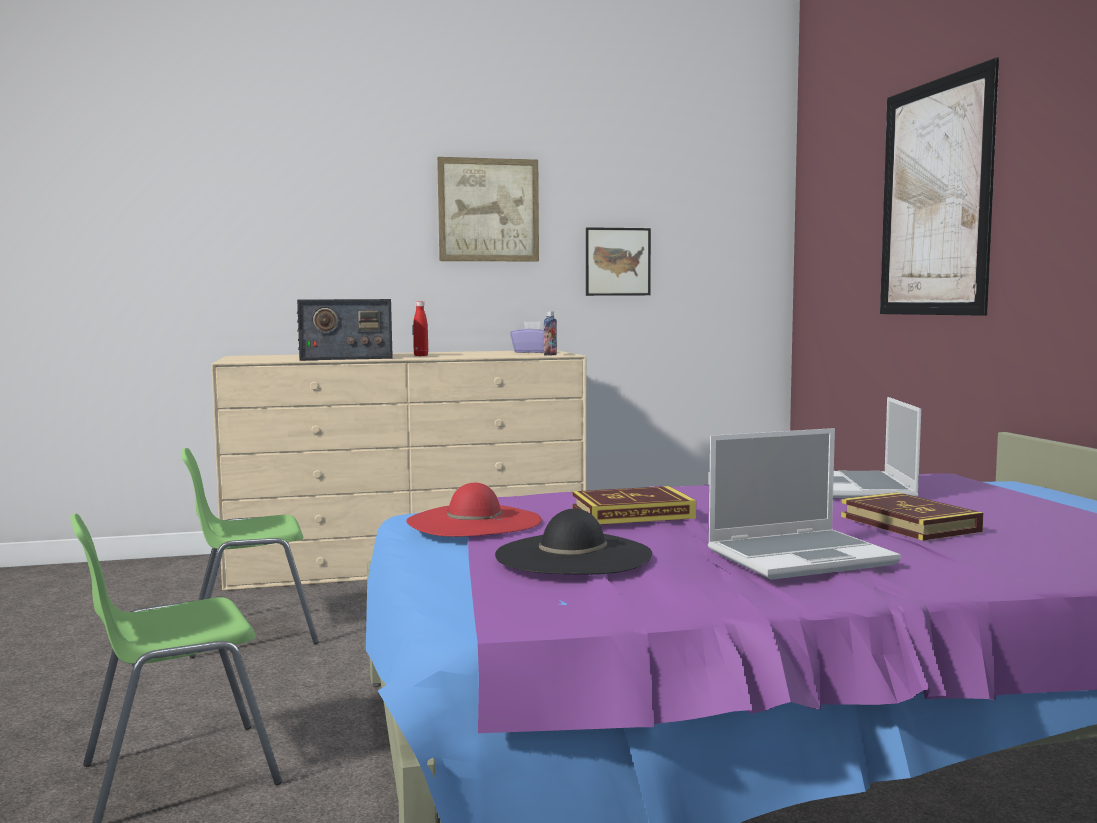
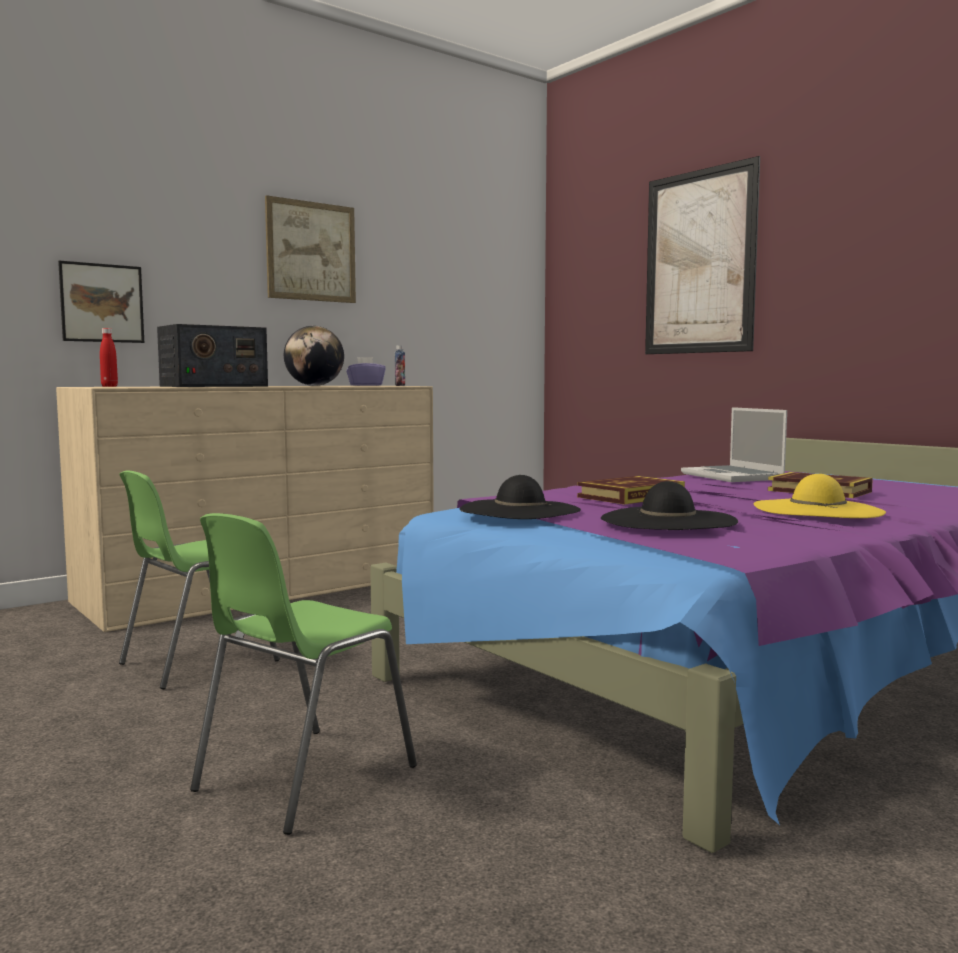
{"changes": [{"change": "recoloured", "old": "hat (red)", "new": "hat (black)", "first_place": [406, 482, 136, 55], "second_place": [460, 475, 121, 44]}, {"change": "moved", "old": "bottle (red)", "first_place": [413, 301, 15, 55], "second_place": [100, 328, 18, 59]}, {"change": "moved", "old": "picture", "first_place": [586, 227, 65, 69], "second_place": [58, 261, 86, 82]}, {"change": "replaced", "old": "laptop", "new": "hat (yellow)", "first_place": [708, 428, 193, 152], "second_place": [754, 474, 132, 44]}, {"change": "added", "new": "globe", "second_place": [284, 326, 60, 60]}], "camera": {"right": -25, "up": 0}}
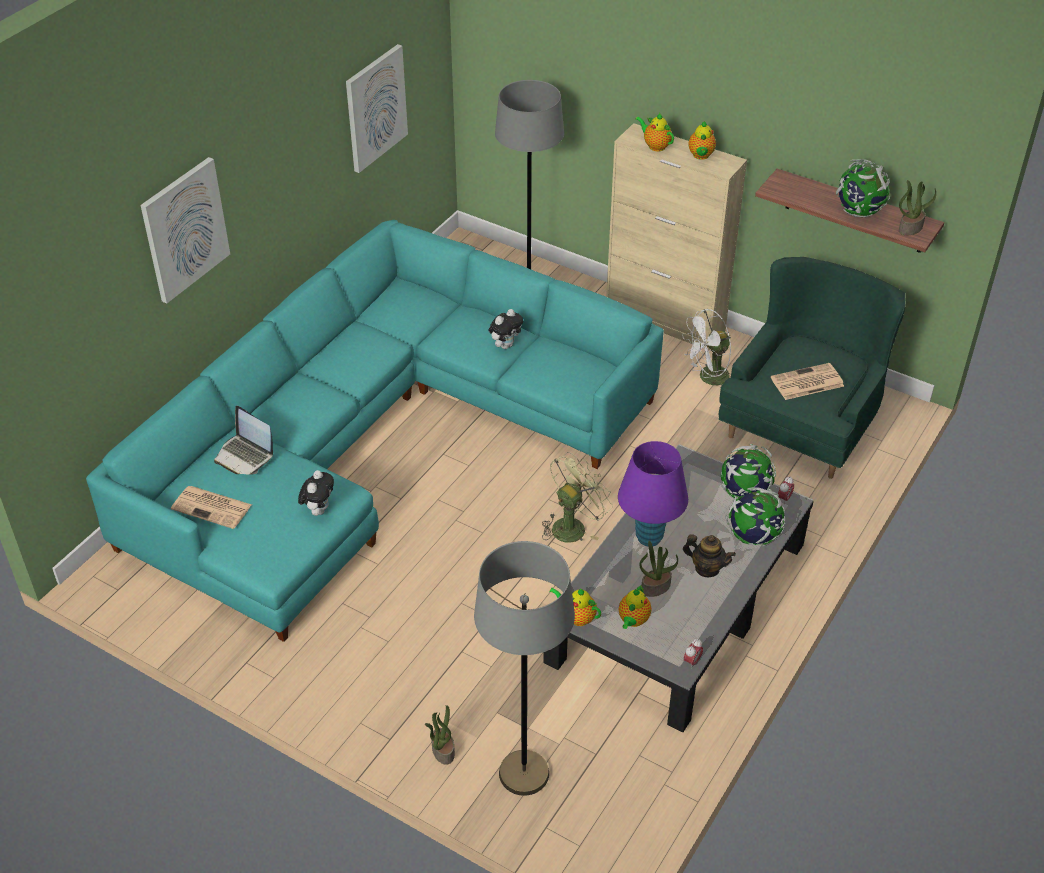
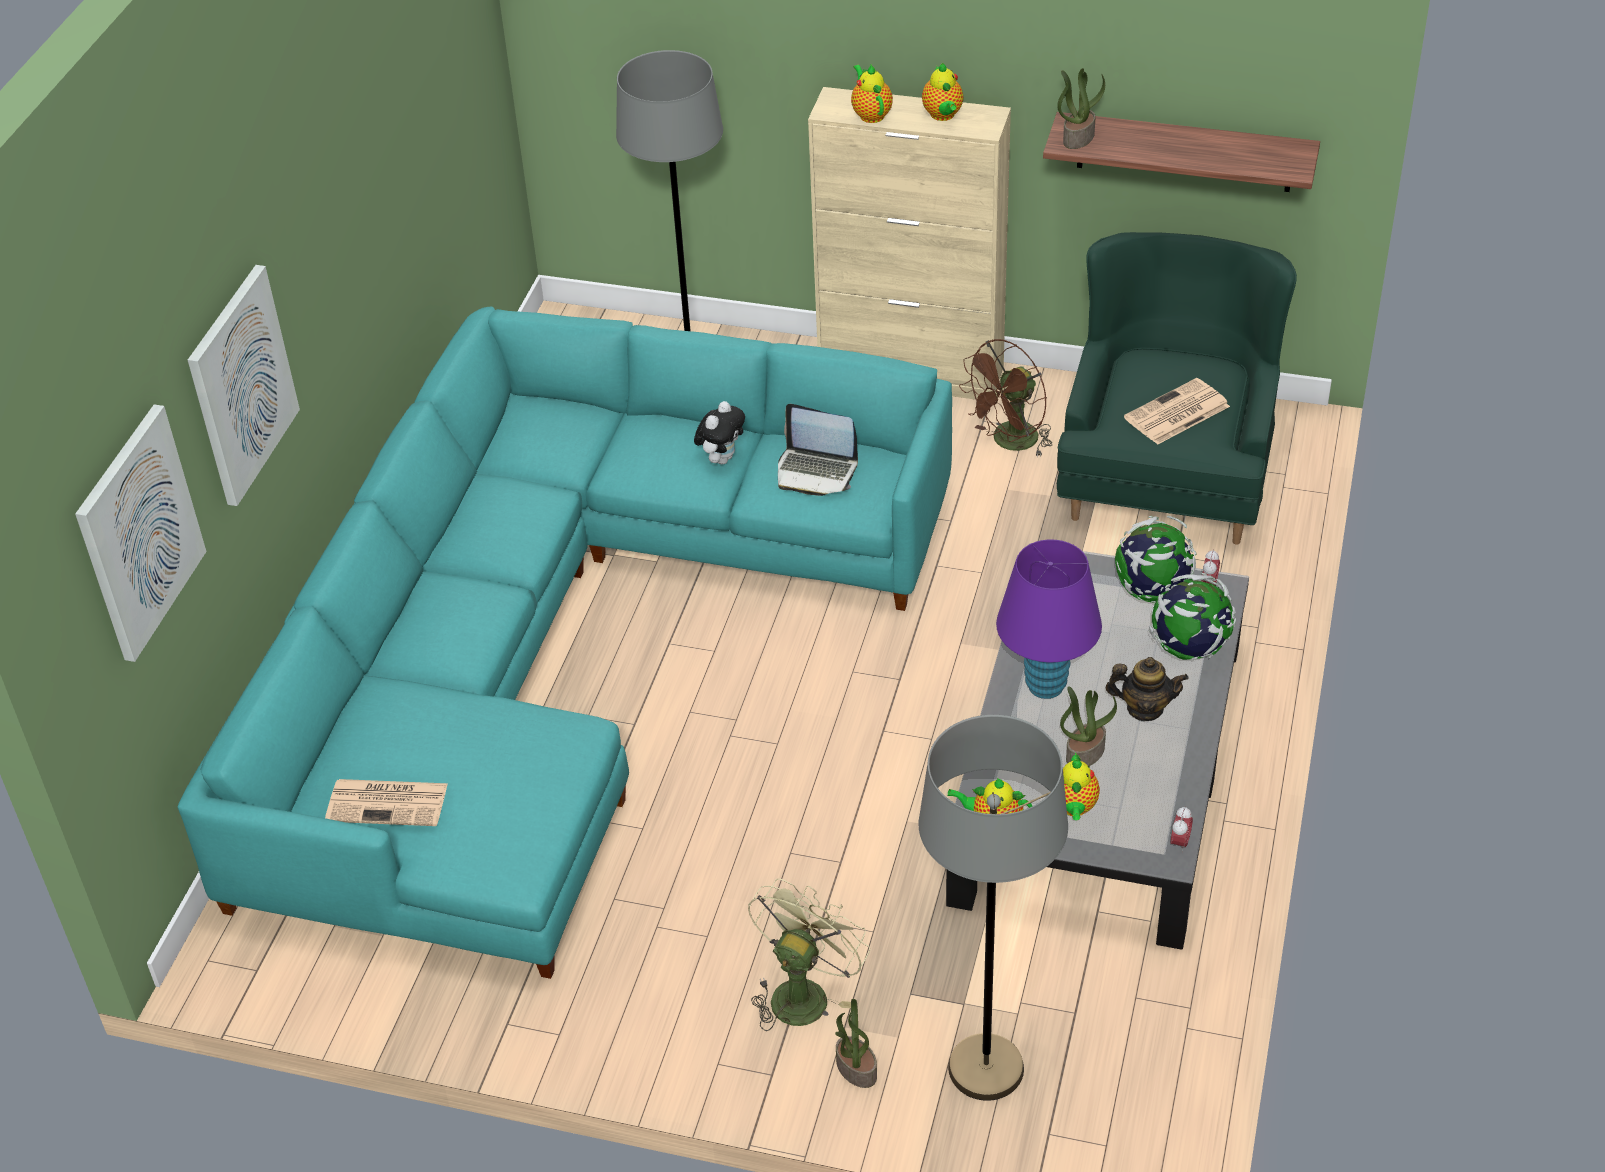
{"changes": [{"change": "moved", "old": "laptop", "first_place": [214, 406, 59, 69], "second_place": [778, 404, 80, 92]}, {"change": "removed", "old": "plush toy", "first_place": [298, 470, 36, 46]}, {"change": "moved", "old": "picture", "first_place": [346, 44, 62, 129], "second_place": [75, 404, 132, 258]}, {"change": "moved", "old": "fan (green)", "first_place": [542, 452, 71, 91], "second_place": [748, 878, 122, 153]}, {"change": "turned", "old": "teapot", "first_place": [635, 113, 39, 39], "second_place": [851, 64, 42, 59], "degrees": 45}, {"change": "recoloured", "old": "fan (white)", "new": "fan (brown)", "first_place": [682, 309, 49, 76], "second_place": [959, 339, 93, 118]}, {"change": "removed", "old": "globe", "first_place": [836, 159, 54, 58]}, {"change": "moved", "old": "potted plant", "first_place": [899, 180, 37, 55], "second_place": [1057, 68, 48, 81]}], "camera": {"right": -15, "up": 0}}
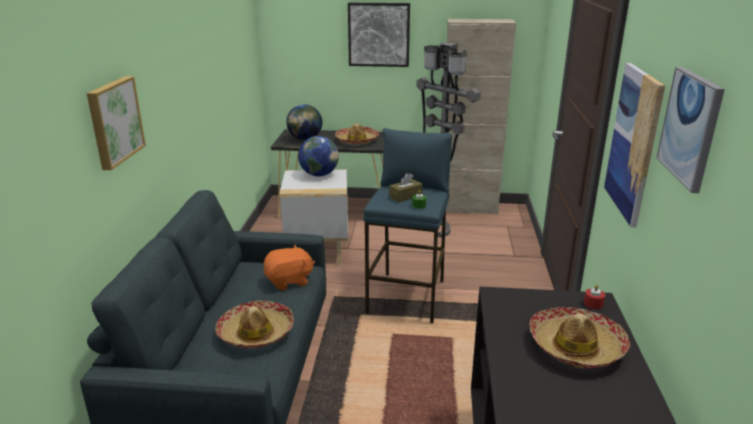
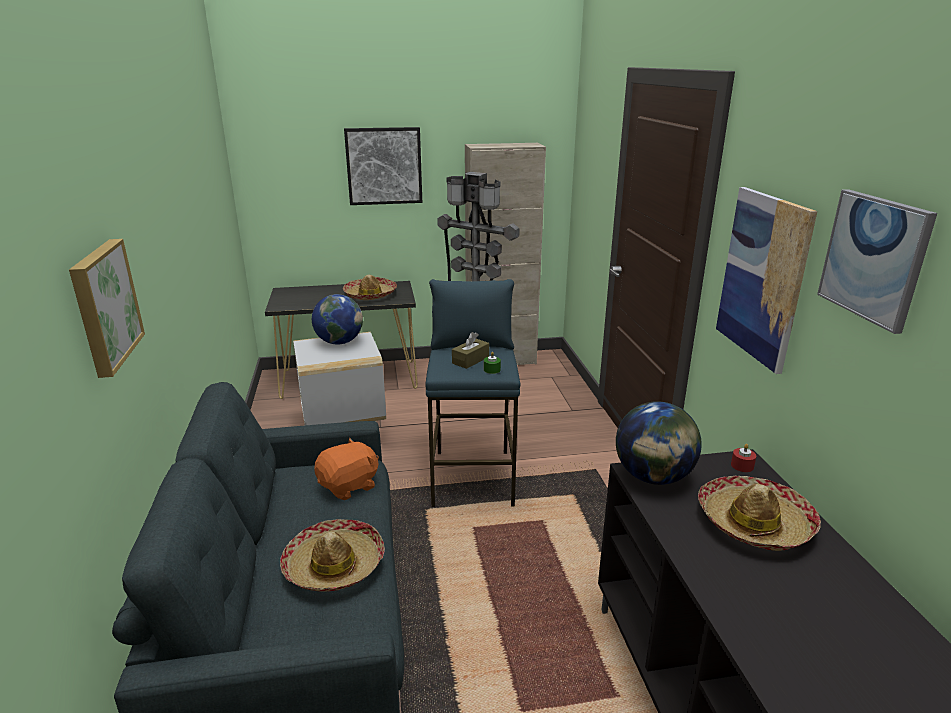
{"changes": [{"change": "moved", "old": "globe", "first_place": [286, 104, 36, 36], "second_place": [616, 401, 86, 84]}], "camera": {"right": -15, "up": 0}}
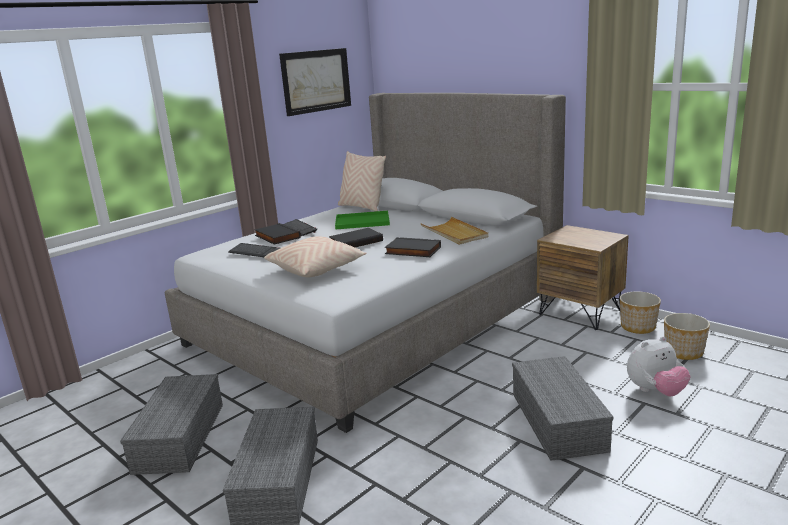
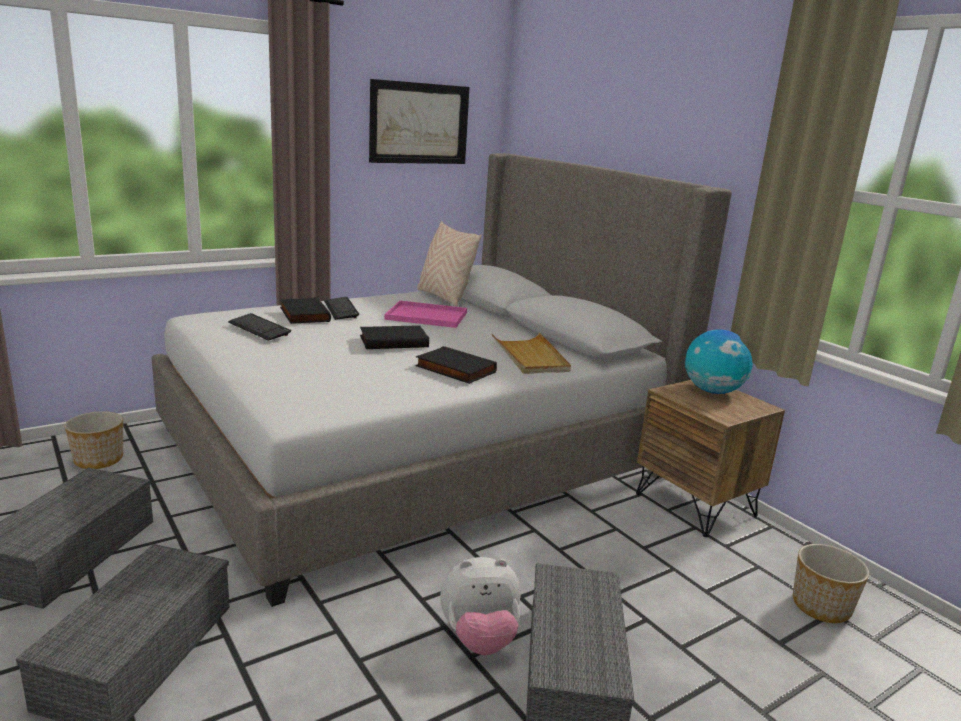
{"changes": [{"change": "removed", "old": "pillow (beige)", "first_place": [264, 236, 103, 42]}, {"change": "recoloured", "old": "tray (green)", "new": "tray (pink)", "first_place": [335, 211, 55, 19], "second_place": [384, 301, 83, 27]}, {"change": "moved", "old": "planter", "first_place": [620, 291, 41, 43], "second_place": [64, 411, 59, 58]}, {"change": "moved", "old": "plush toy", "first_place": [627, 336, 64, 60], "second_place": [440, 557, 80, 98]}, {"change": "added", "new": "globe", "second_place": [685, 329, 68, 65]}], "camera": {"right": 10, "up": 0}}
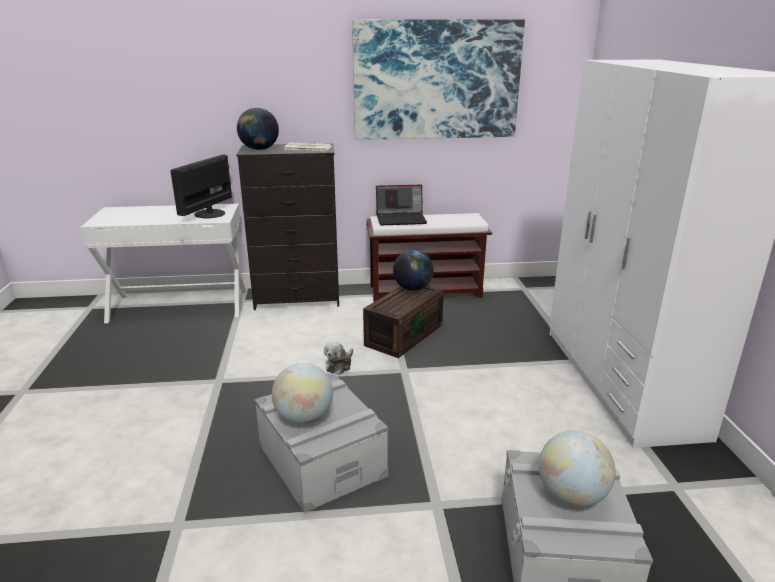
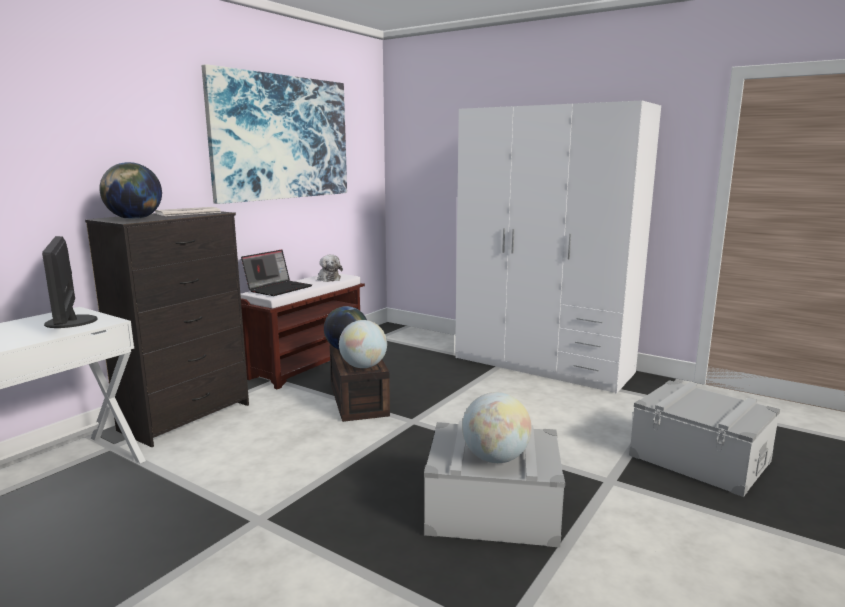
{"changes": [{"change": "moved", "old": "plush toy", "first_place": [324, 342, 29, 33], "second_place": [317, 255, 26, 27]}, {"change": "moved", "old": "globe", "first_place": [539, 431, 77, 76], "second_place": [339, 320, 48, 48]}], "camera": {"right": -50, "up": -10}}
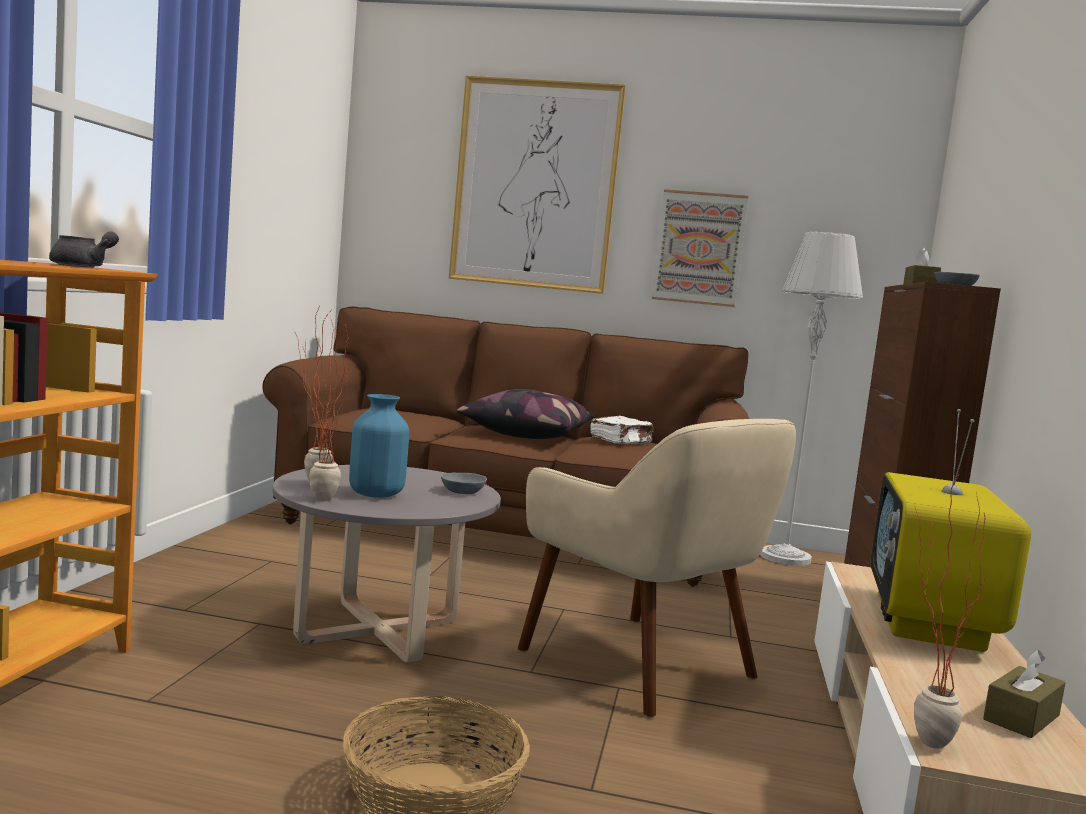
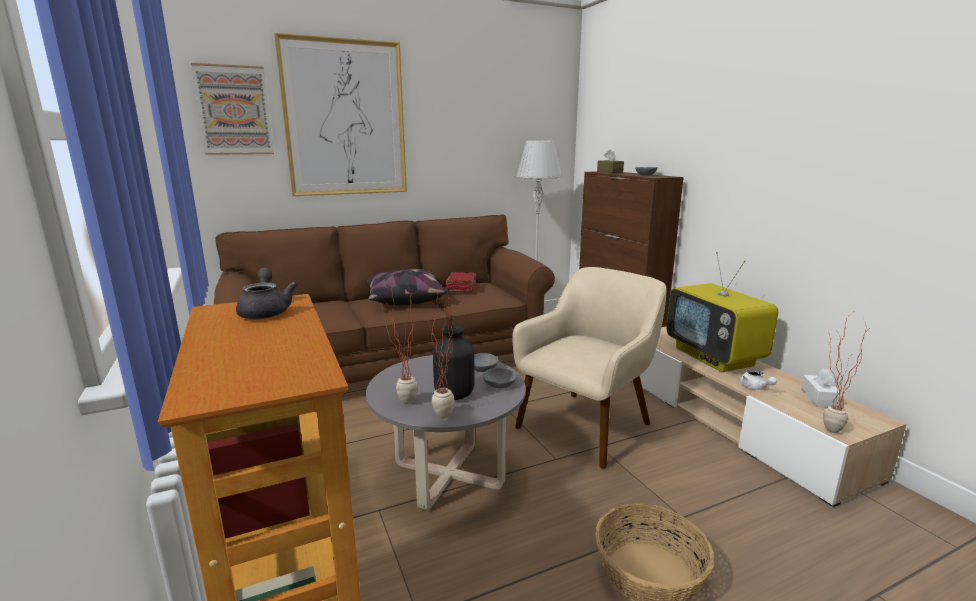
{"changes": [{"change": "recoloured", "old": "vase (blue)", "new": "vase (black)", "first_place": [349, 394, 60, 104], "second_place": [433, 325, 42, 75]}, {"change": "turned", "old": "armchair (beige)", "first_place": [518, 419, 278, 299], "second_place": [512, 267, 154, 202], "degrees": -60}, {"change": "recoloured", "old": "book (white)", "new": "book (red)", "first_place": [590, 416, 63, 28], "second_place": [446, 272, 31, 21]}, {"change": "moved", "old": "picture", "first_place": [652, 189, 97, 118], "second_place": [191, 63, 83, 92]}, {"change": "recoloured", "old": "tissue box (brown)", "new": "tissue box (white)", "first_place": [983, 650, 83, 88], "second_place": [801, 368, 41, 40]}, {"change": "added", "new": "bowl (grey)", "second_place": [483, 368, 33, 20]}, {"change": "added", "new": "teapot (white)", "second_place": [740, 369, 37, 21]}], "camera": {"right": -35, "up": 10}}
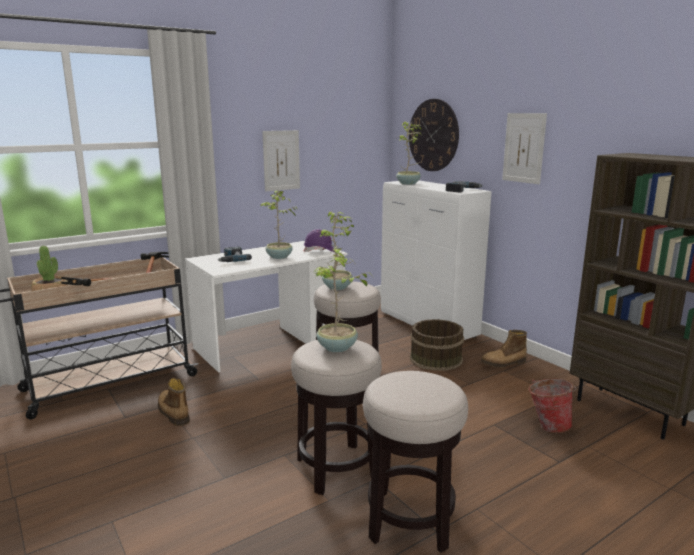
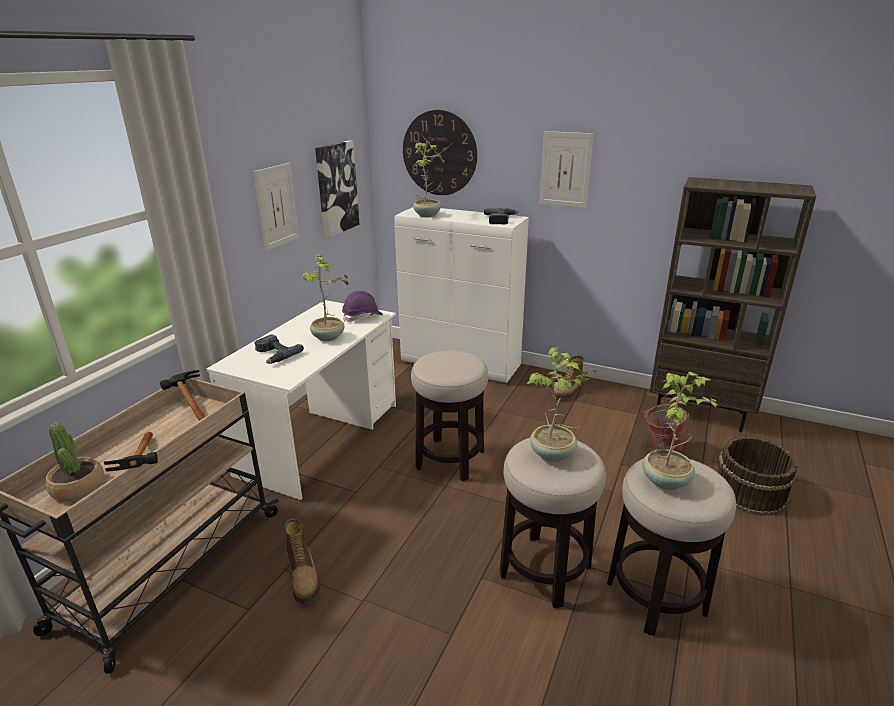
{"changes": [{"change": "turned", "old": "boot", "first_place": [158, 378, 32, 48], "second_place": [284, 518, 36, 86], "degrees": -135}, {"change": "moved", "old": "potted plant", "first_place": [319, 212, 35, 78], "second_place": [642, 372, 78, 118]}, {"change": "moved", "old": "bucket (brown)", "first_place": [410, 319, 54, 52], "second_place": [717, 436, 81, 80]}, {"change": "added", "new": "picture", "second_place": [315, 140, 45, 98]}], "camera": {"right": -30, "up": 10}}
